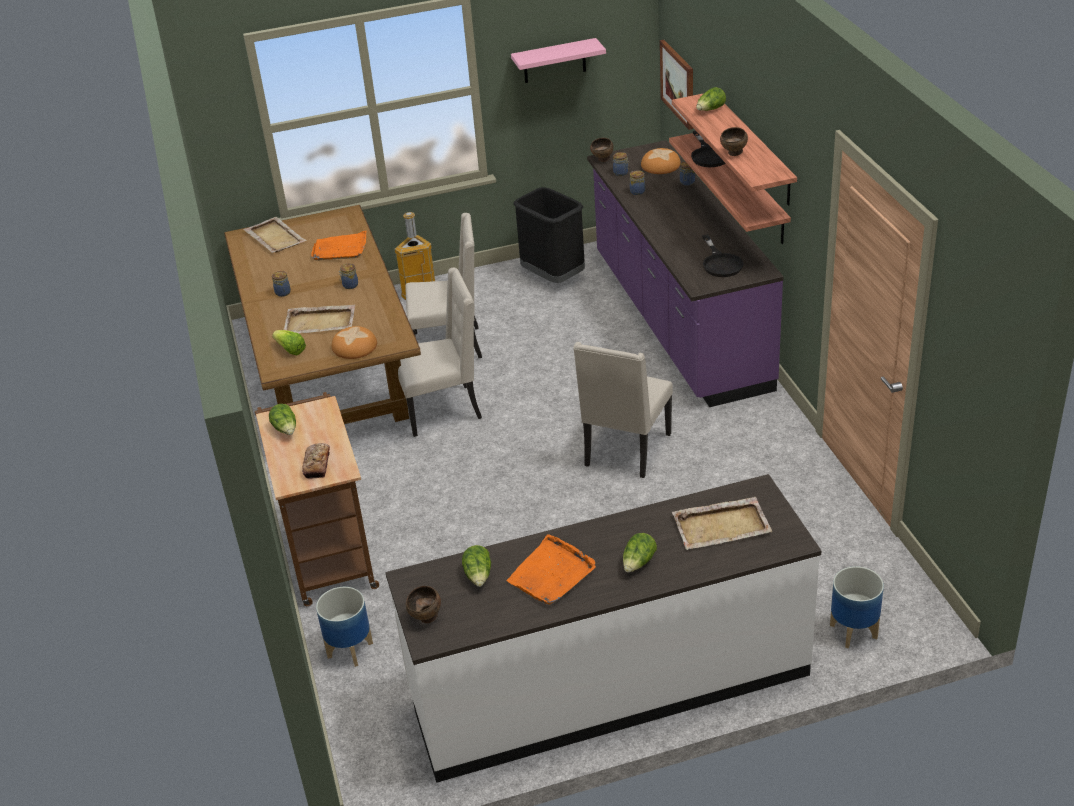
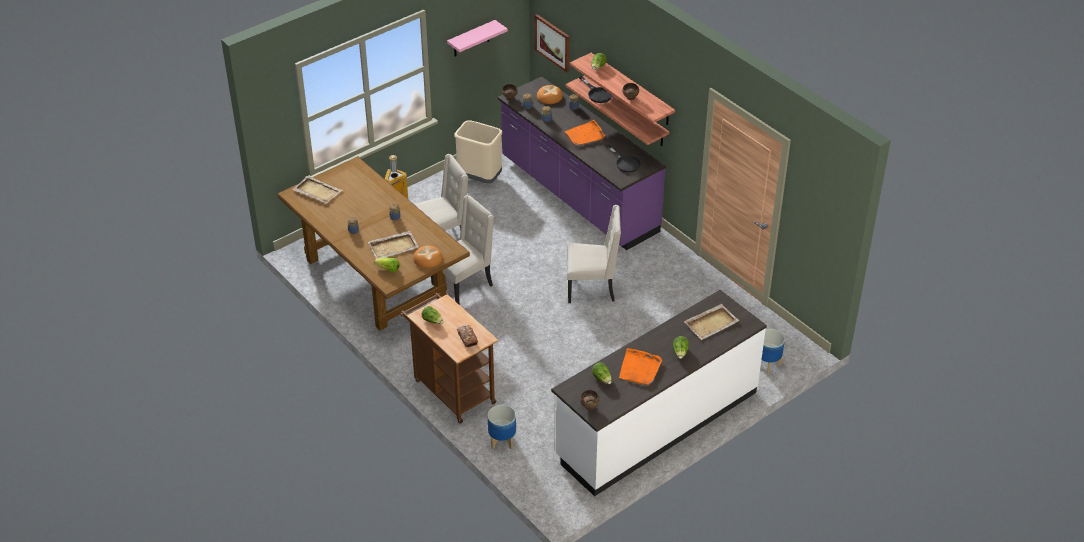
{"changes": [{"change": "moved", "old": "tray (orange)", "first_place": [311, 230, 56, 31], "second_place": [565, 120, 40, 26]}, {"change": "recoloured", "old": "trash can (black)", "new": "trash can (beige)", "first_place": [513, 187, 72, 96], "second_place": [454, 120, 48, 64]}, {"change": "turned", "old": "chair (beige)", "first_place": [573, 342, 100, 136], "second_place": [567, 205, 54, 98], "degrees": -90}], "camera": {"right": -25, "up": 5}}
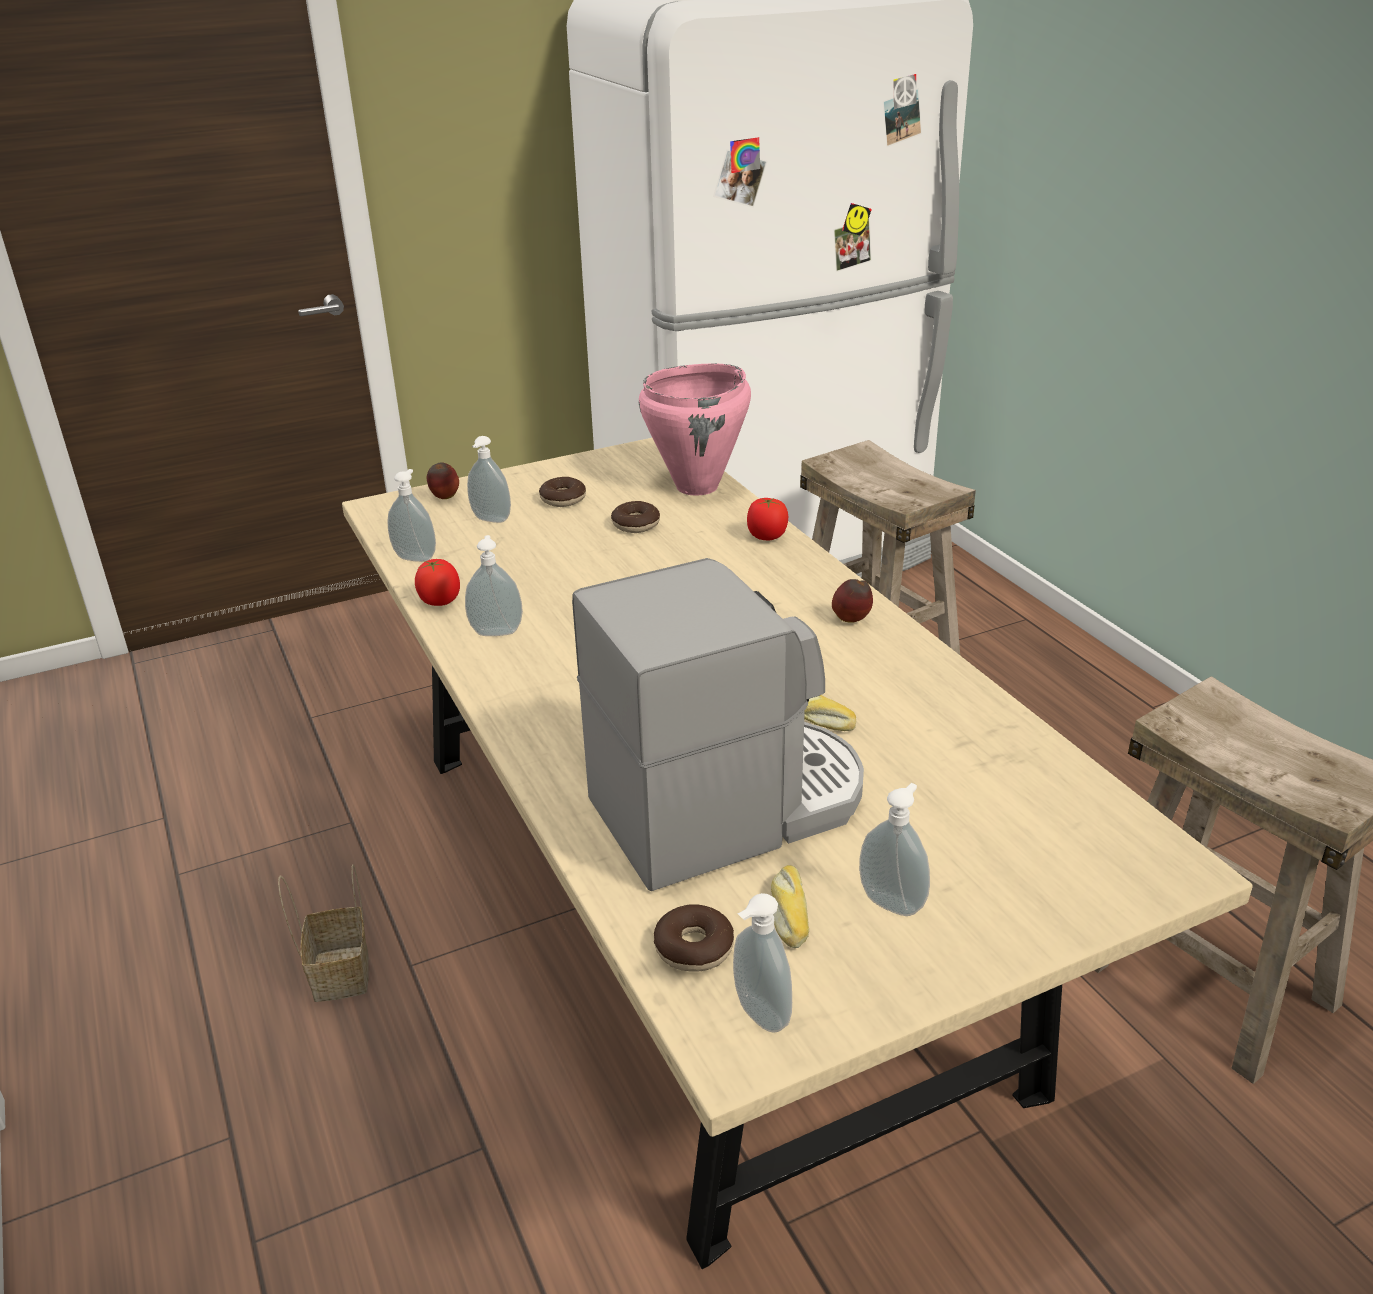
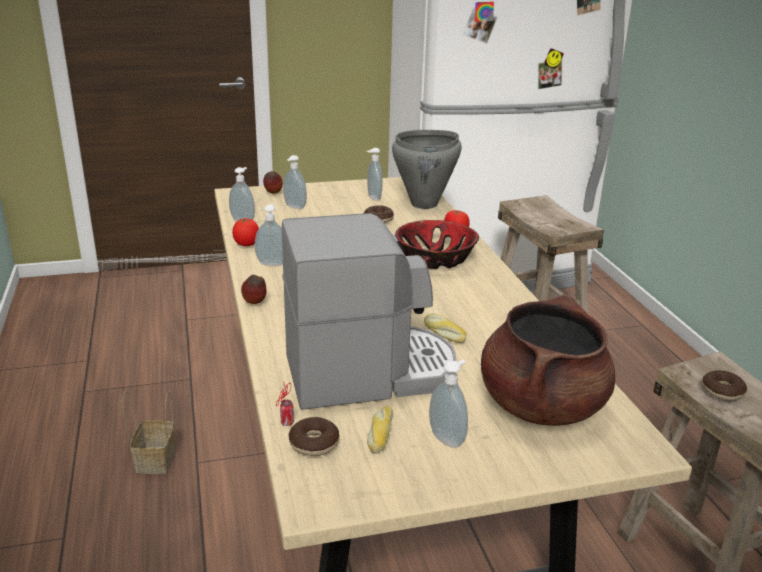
{"changes": [{"change": "moved", "old": "donut", "first_place": [539, 477, 47, 30], "second_place": [702, 370, 45, 31]}, {"change": "recoloured", "old": "cooking pot (pink)", "new": "cooking pot (grey)", "first_place": [639, 364, 112, 131], "second_place": [392, 130, 70, 79]}, {"change": "moved", "old": "soap dispenser", "first_place": [733, 893, 59, 139], "second_place": [367, 148, 16, 53]}, {"change": "moved", "old": "apple", "first_place": [832, 579, 41, 44], "second_place": [241, 275, 26, 29]}, {"change": "added", "new": "can", "second_place": [276, 383, 18, 43]}, {"change": "added", "new": "bowl", "second_place": [395, 220, 84, 49]}, {"change": "added", "new": "cooking pot (brown)", "second_place": [481, 295, 134, 131]}], "camera": {"right": 10, "up": -5}}
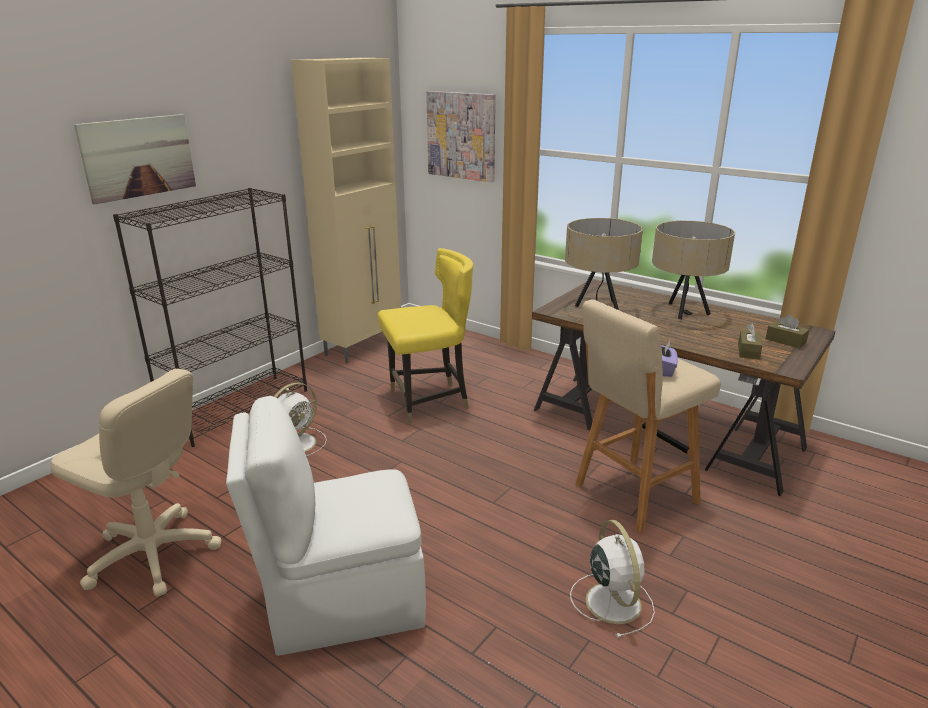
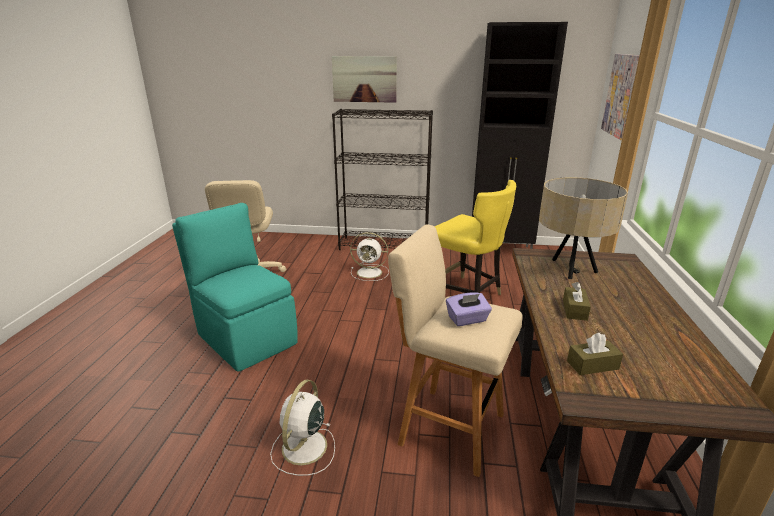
{"changes": [{"change": "recoloured", "old": "chair (white)", "new": "chair (turquoise)", "first_place": [226, 396, 200, 260], "second_place": [172, 203, 126, 169]}, {"change": "recoloured", "old": "cabinet (beige)", "new": "cabinet (black)", "first_place": [291, 58, 110, 306], "second_place": [472, 22, 96, 227]}, {"change": "turned", "old": "fan (white)", "first_place": [570, 520, 85, 118], "second_place": [270, 380, 65, 96], "degrees": 150}, {"change": "removed", "old": "table lamp (beige)", "first_place": [652, 221, 83, 98]}, {"change": "moved", "old": "tissue box (brown)", "first_place": [766, 314, 43, 34], "second_place": [563, 282, 28, 39]}], "camera": {"right": 60, "up": 0}}
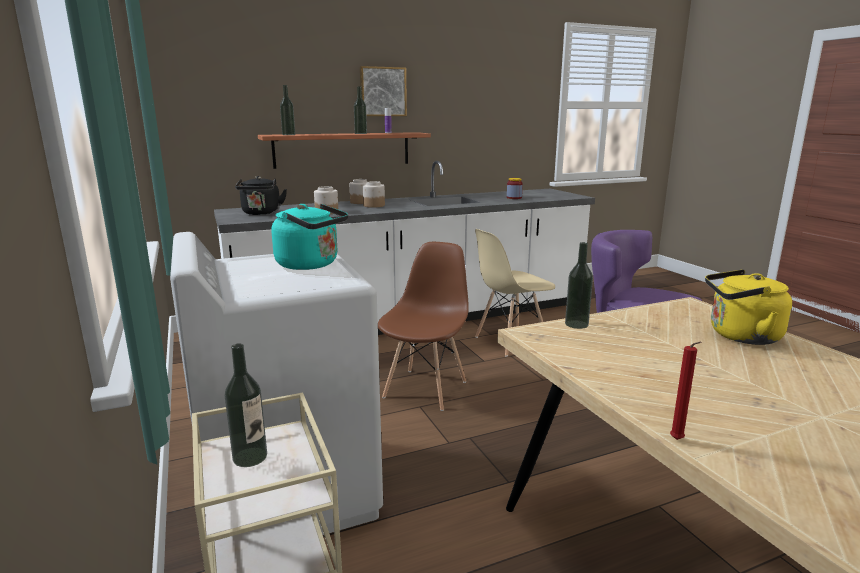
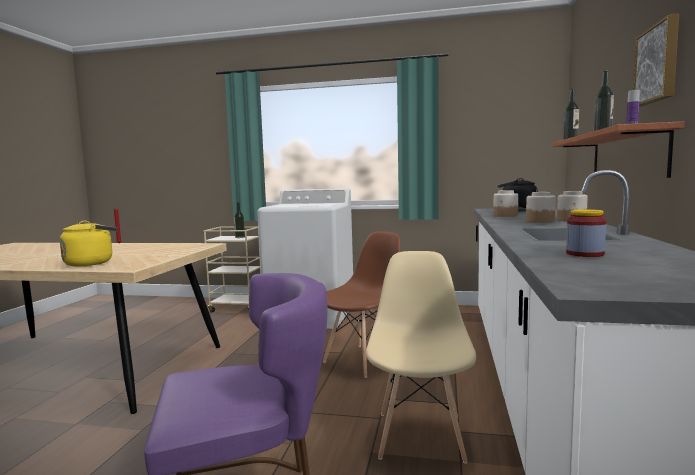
{"changes": [{"change": "removed", "old": "kettle (turquoise)", "first_place": [271, 204, 77, 66]}, {"change": "turned", "old": "chair (brown)", "first_place": [378, 242, 91, 169], "second_place": [323, 231, 77, 147], "degrees": -105}, {"change": "removed", "old": "bottle", "first_place": [565, 242, 28, 87]}], "camera": {"right": 125, "up": -10}}
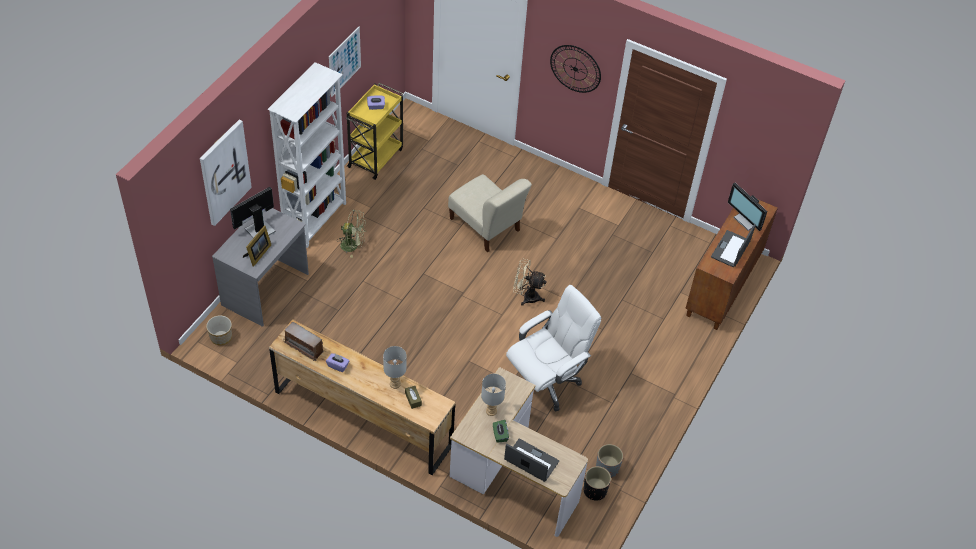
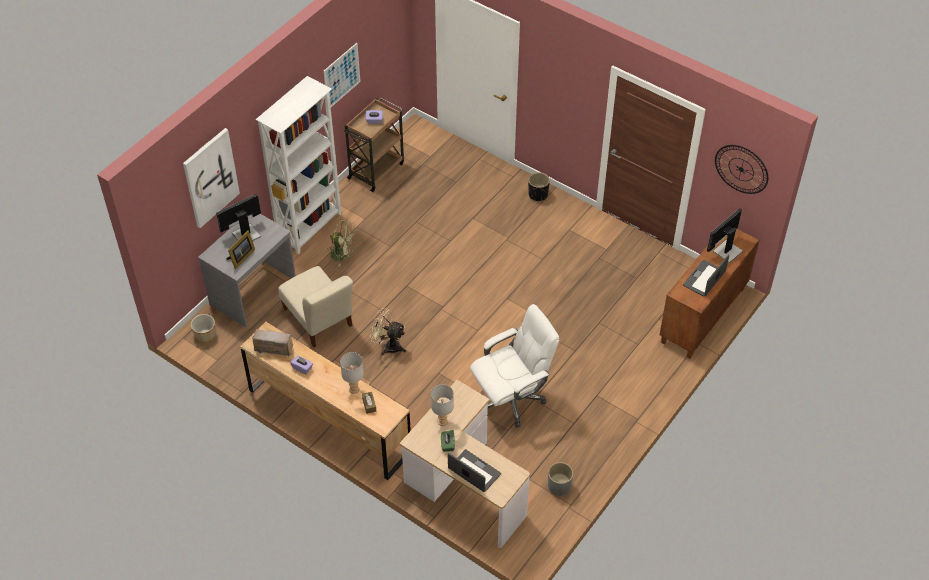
{"changes": [{"change": "turned", "old": "radio", "first_place": [283, 322, 41, 39], "second_place": [252, 329, 41, 29], "degrees": 150}, {"change": "recoloured", "old": "cart (yellow)", "new": "cart (brown)", "first_place": [346, 83, 58, 97], "second_place": [343, 98, 61, 94]}, {"change": "moved", "old": "chair (beige)", "first_place": [448, 174, 84, 78], "second_place": [278, 266, 75, 81]}, {"change": "moved", "old": "fan (beige)", "first_place": [513, 259, 34, 47], "second_place": [371, 308, 35, 47]}, {"change": "moved", "old": "wall clock", "first_place": [550, 45, 51, 48], "second_place": [715, 145, 53, 49]}, {"change": "moved", "old": "planter (black)", "first_place": [584, 466, 27, 35], "second_place": [528, 172, 22, 29]}, {"change": "turned", "old": "monitor", "first_place": [728, 183, 39, 48], "second_place": [707, 208, 36, 55], "degrees": 75}], "camera": {"right": 10, "up": 0}}
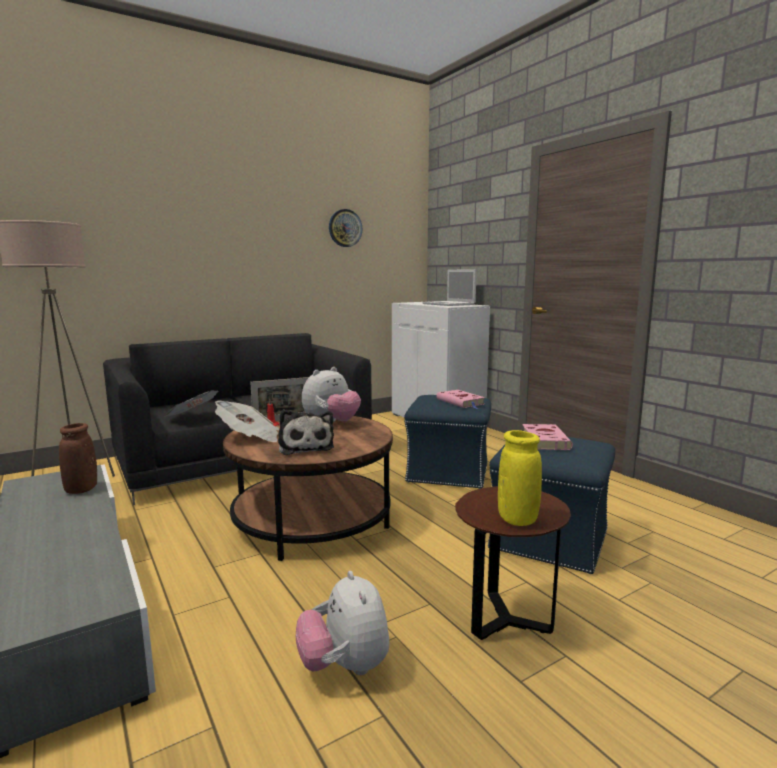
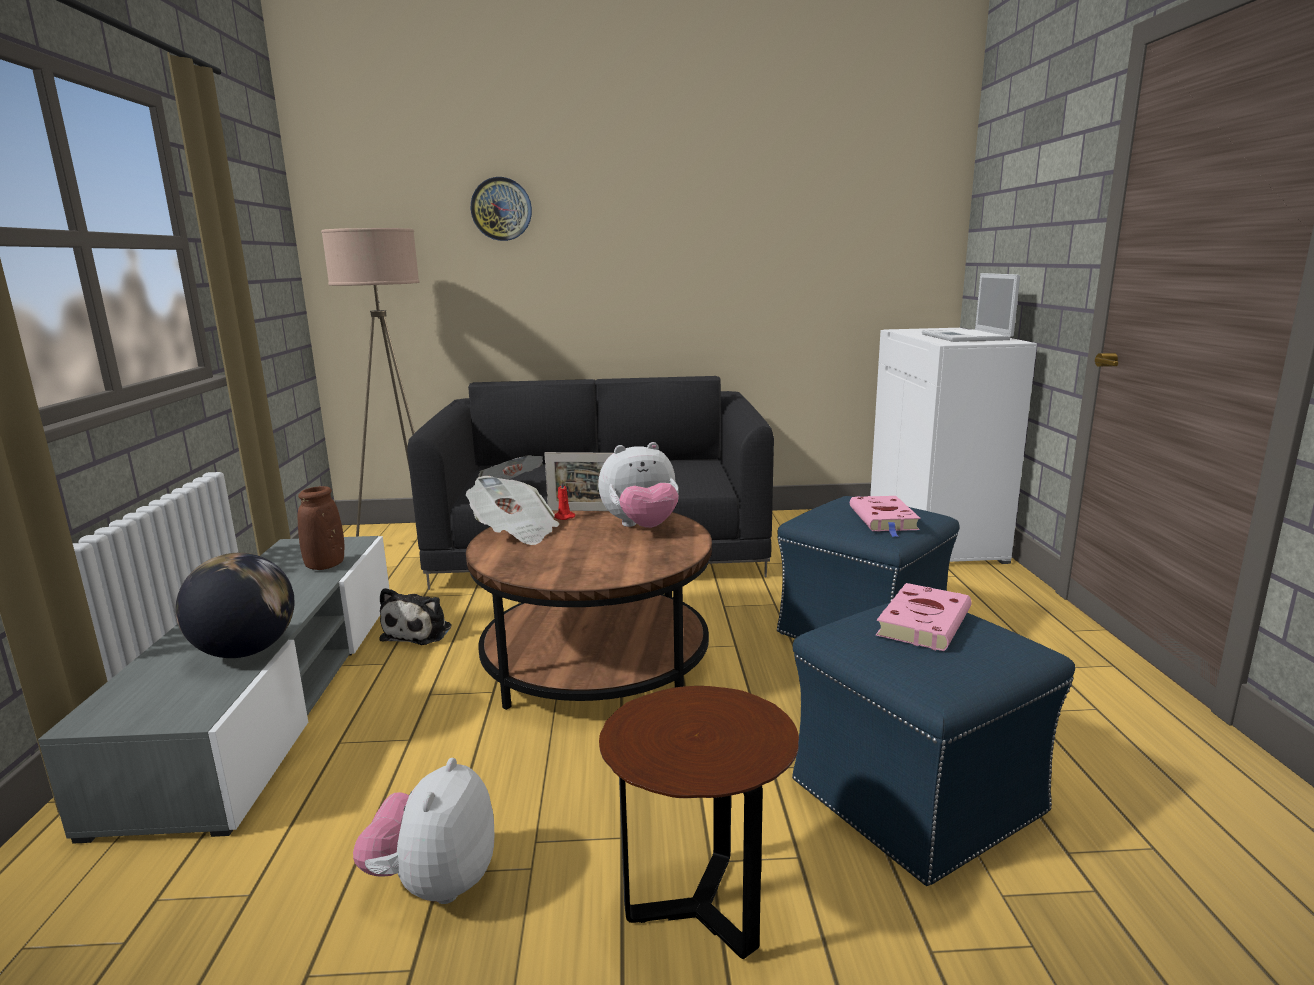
{"changes": [{"change": "moved", "old": "plush toy", "first_place": [278, 409, 56, 46], "second_place": [379, 588, 72, 57]}, {"change": "moved", "old": "wall clock", "first_place": [329, 209, 33, 38], "second_place": [471, 177, 61, 64]}, {"change": "removed", "old": "vase (yellow)", "first_place": [498, 430, 44, 96]}, {"change": "added", "new": "globe", "second_place": [176, 553, 119, 105]}], "camera": {"right": 30, "up": 5}}
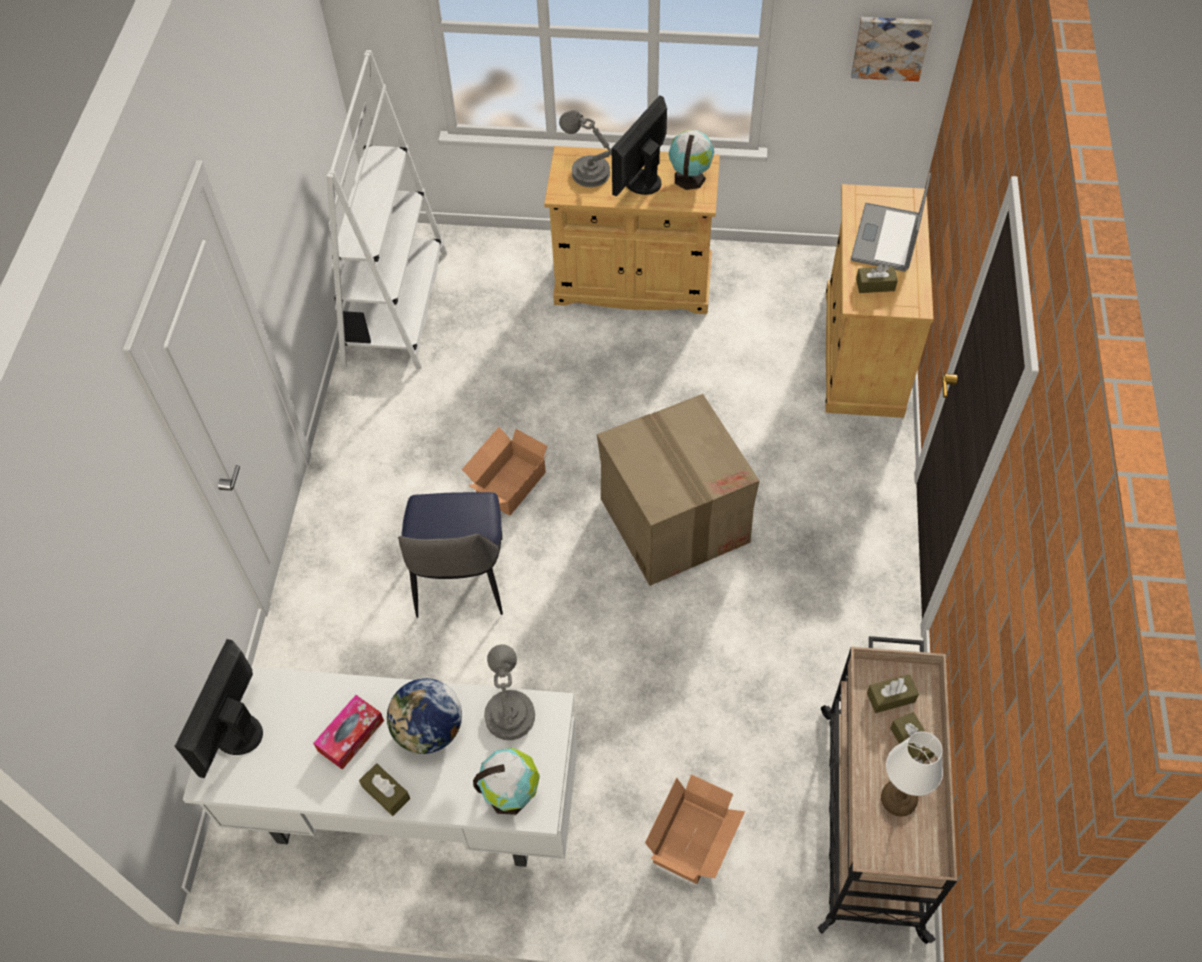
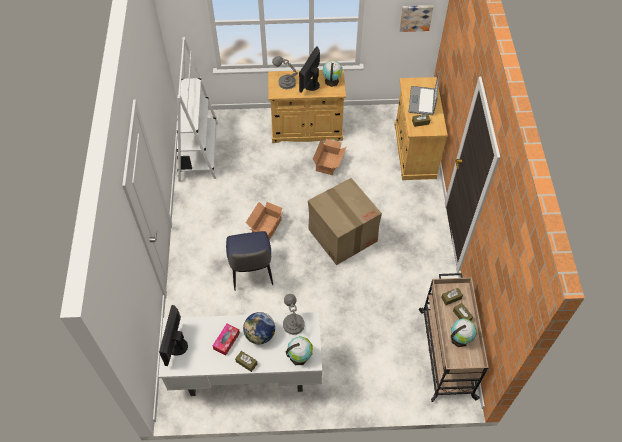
{"changes": [{"change": "moved", "old": "cardboard box", "first_place": [645, 774, 100, 110], "second_place": [313, 139, 33, 36]}, {"change": "replaced", "old": "table lamp (white)", "new": "globe", "first_place": [881, 732, 62, 84], "second_place": [451, 318, 26, 29]}], "camera": {"right": -10, "up": 0}}
